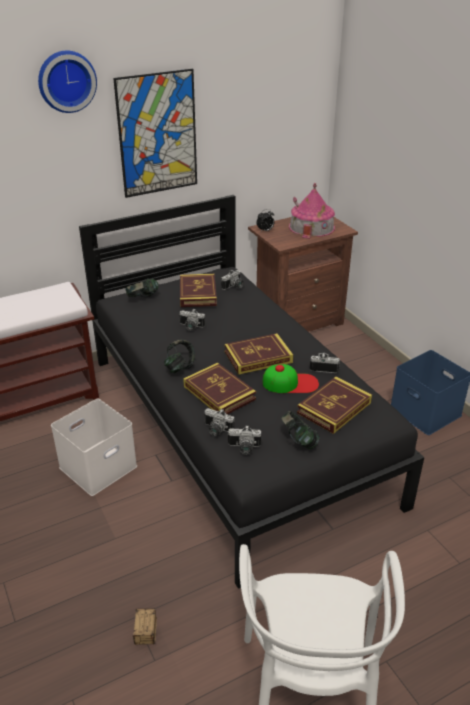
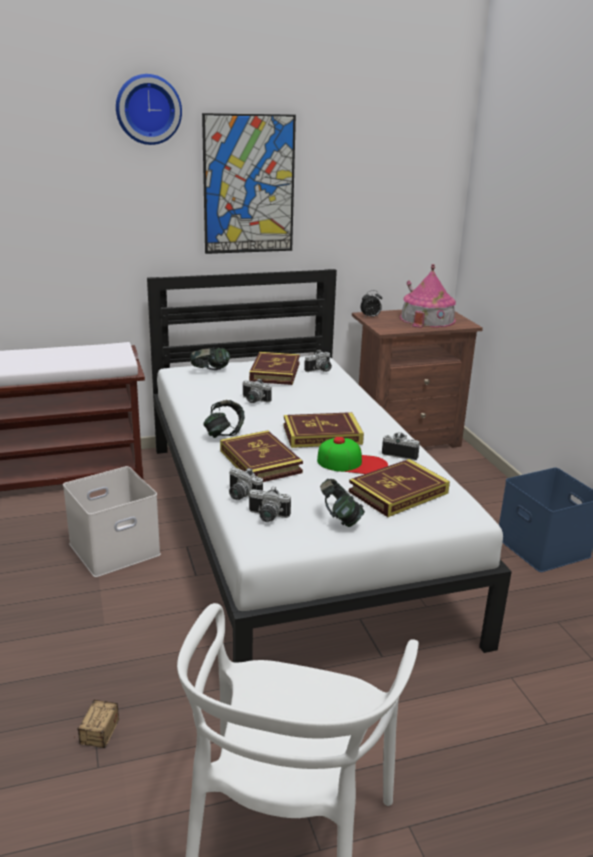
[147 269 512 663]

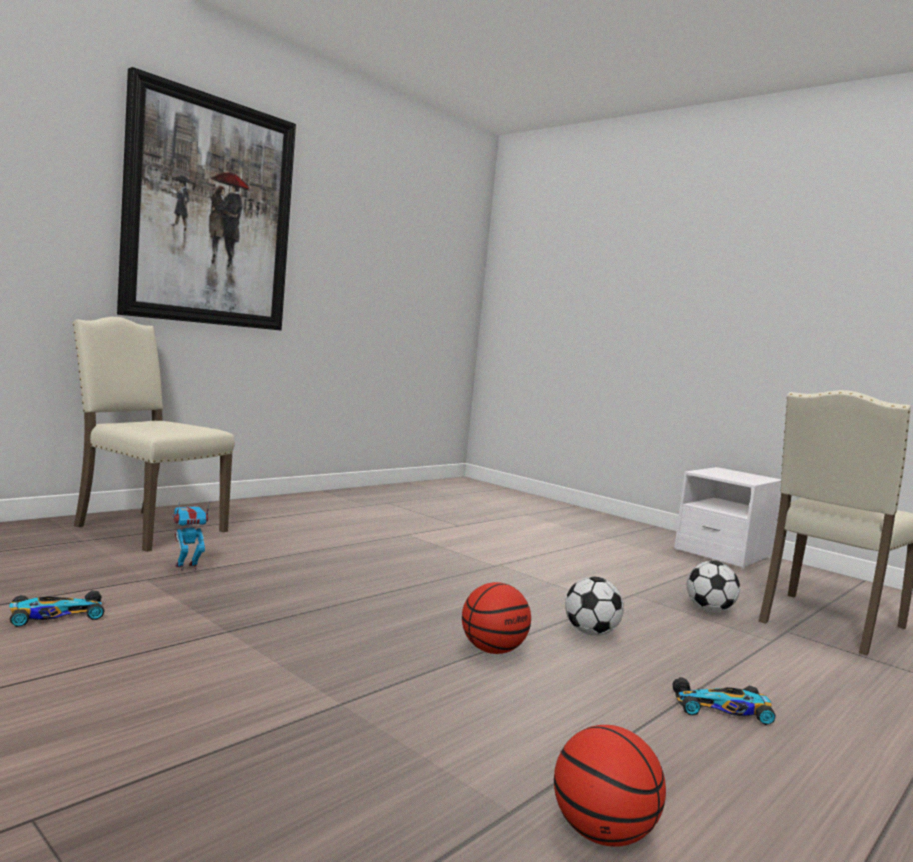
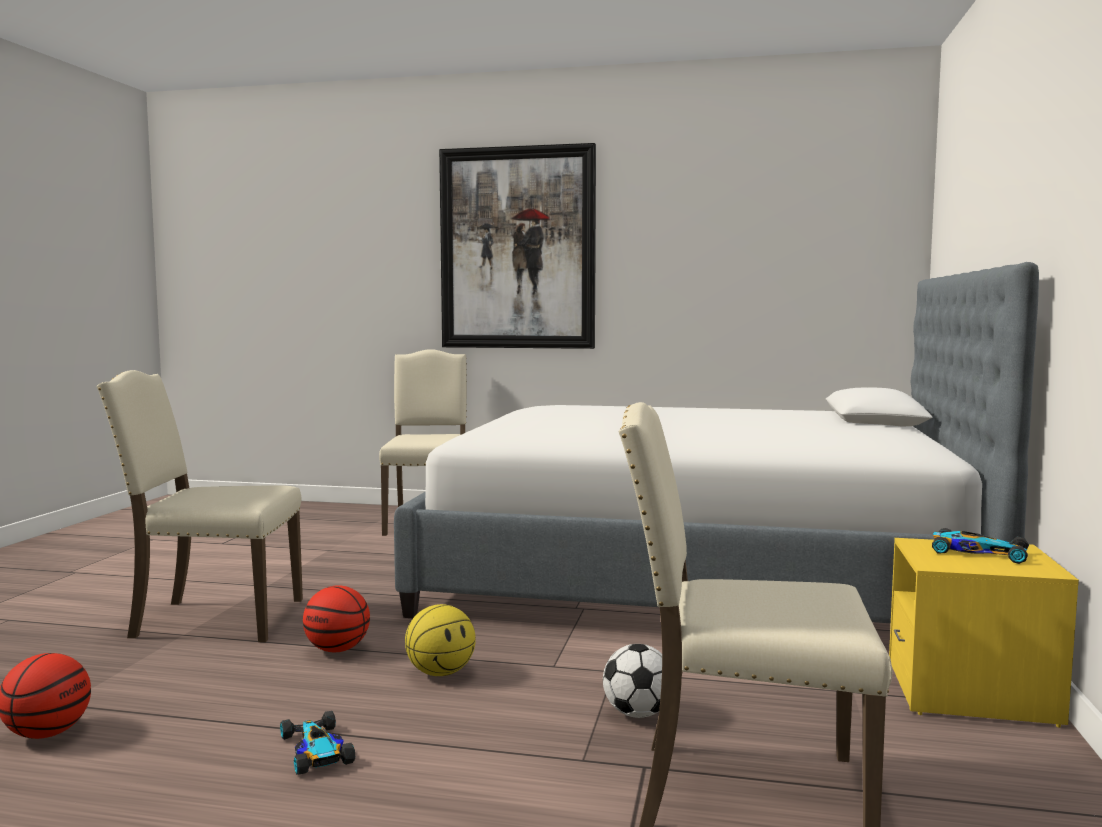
[889 538 1079 728]
[172 501 210 571] (first image)
[405 604 476 676]
[932 528 1029 564]
[394 262 1039 623]
[96 370 303 642]

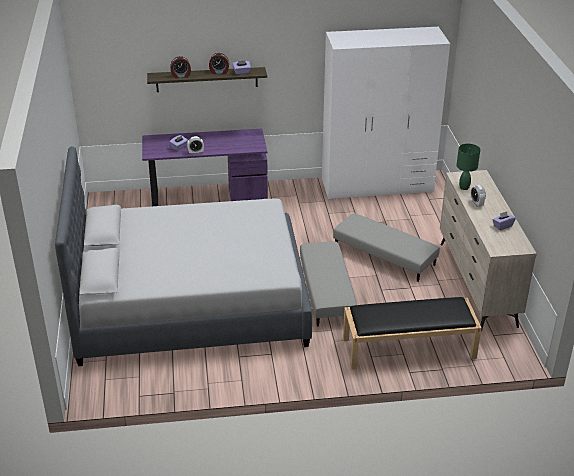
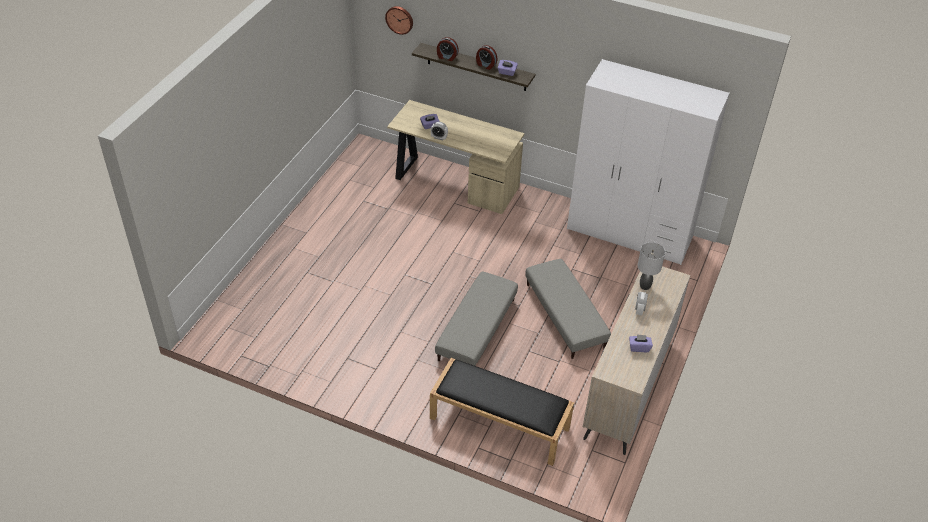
[387 100 525 214]
[637 242 665 290]
[55 146 312 366] (first image)
[385 6 413 35]

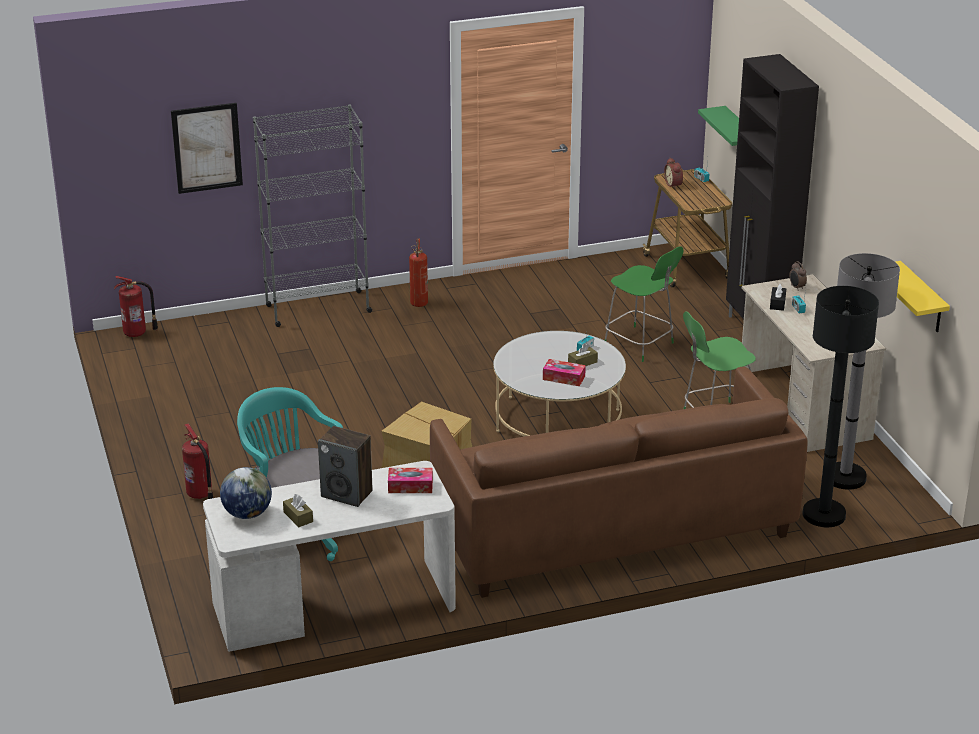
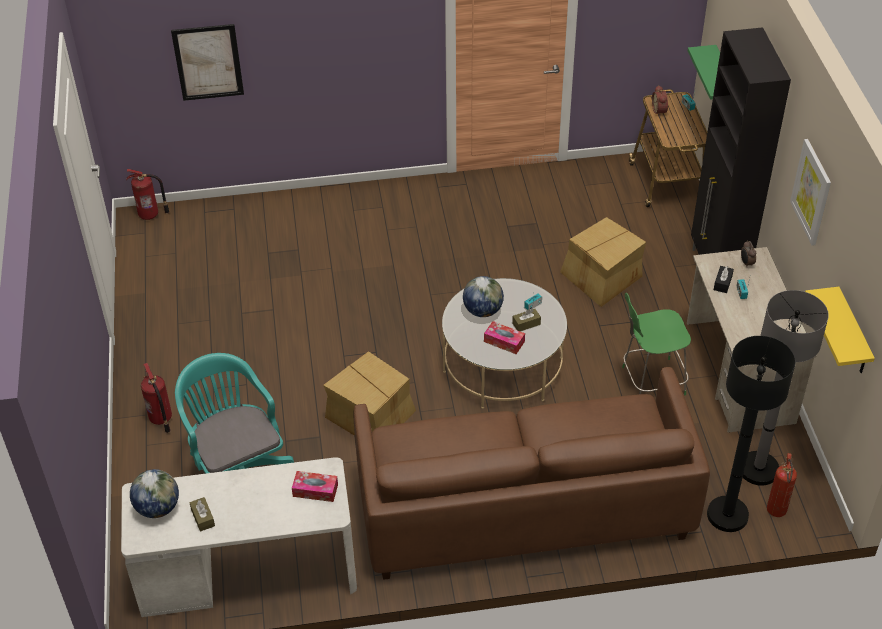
[253 104 372 327] (first image)
[767 453 797 517]
[560 217 646 307]
[318 426 373 507] (first image)
[790 139 831 246]
[463 276 504 317]

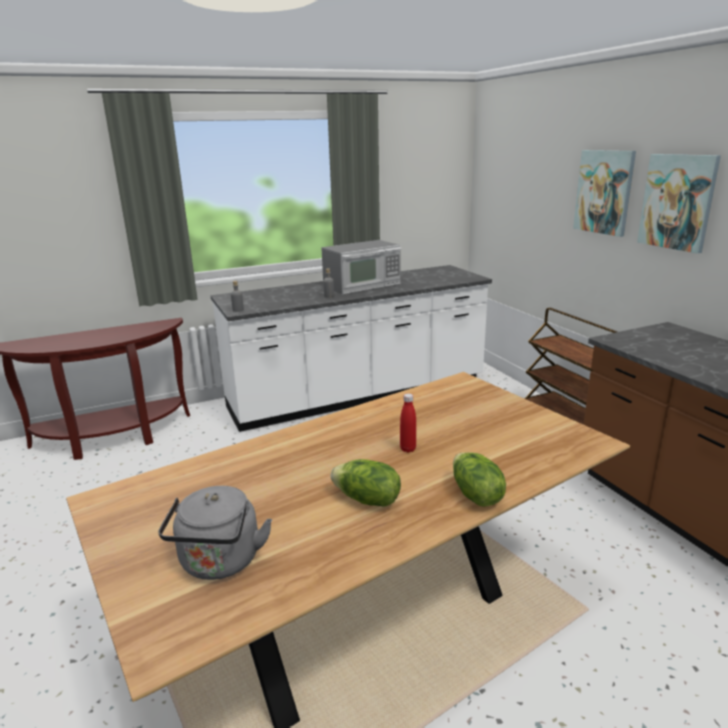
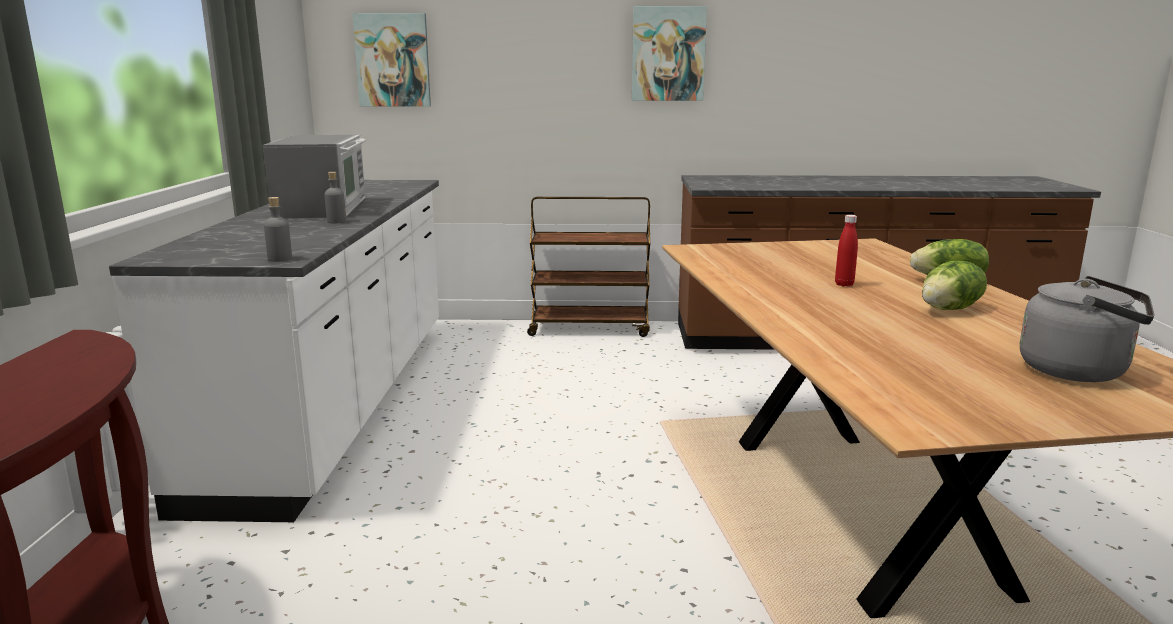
[352 13 431 107]

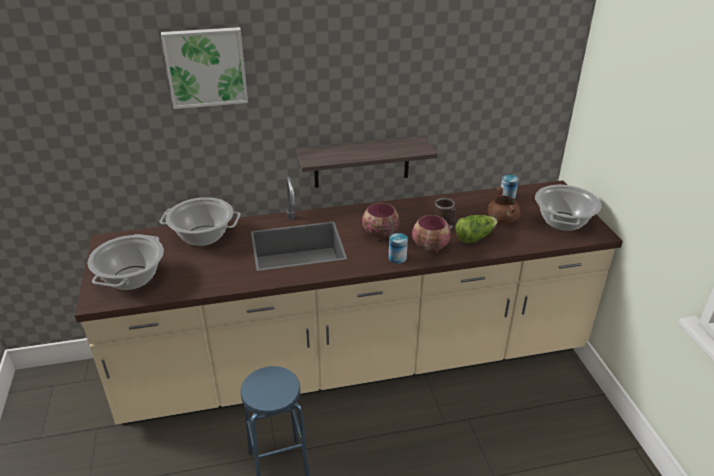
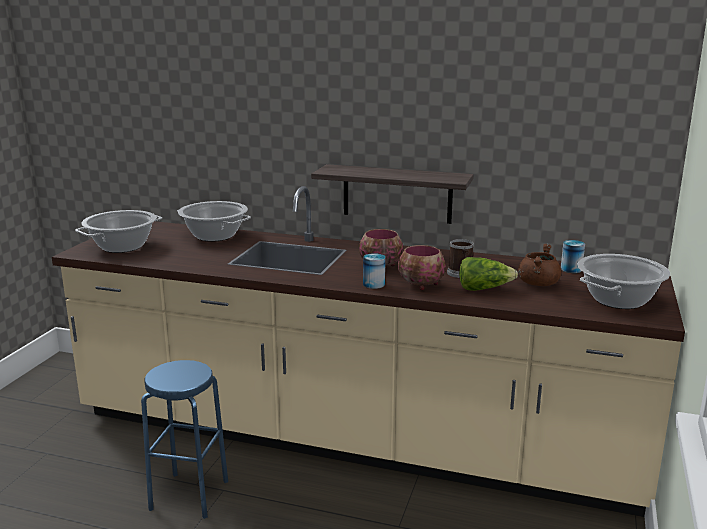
[161 27 248 109] (first image)

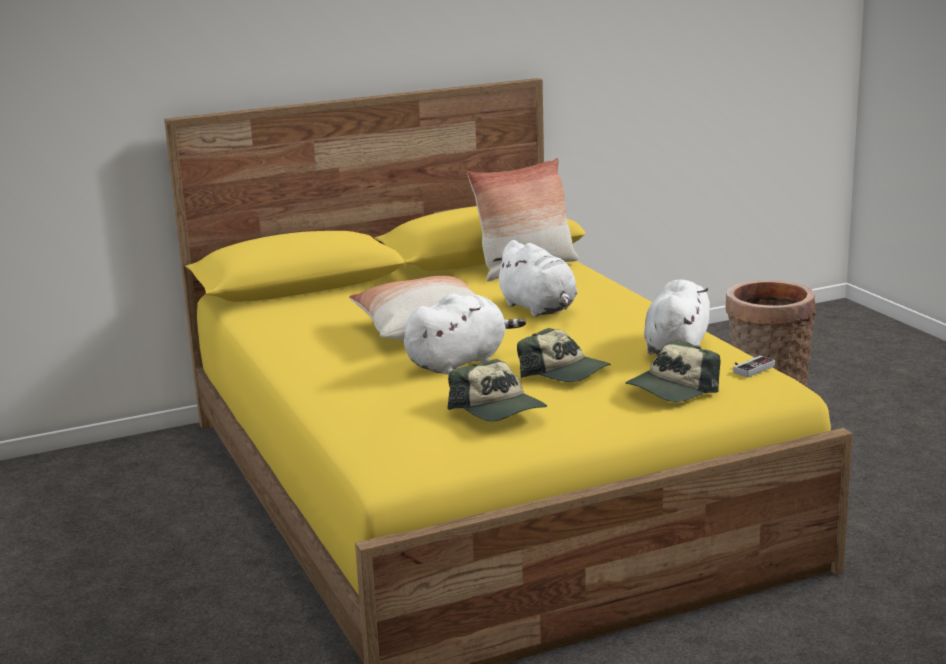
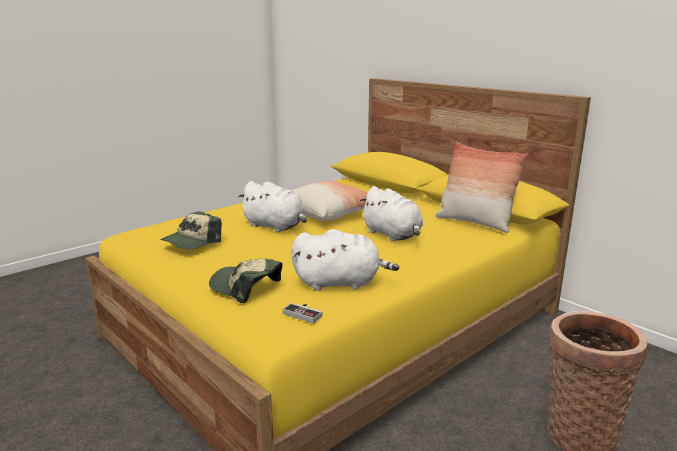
[360 186 423 242]
[517 328 611 382] (first image)

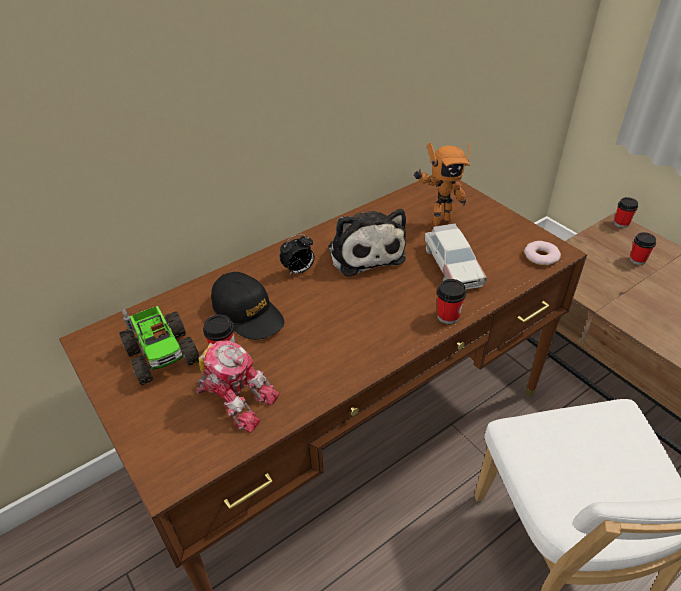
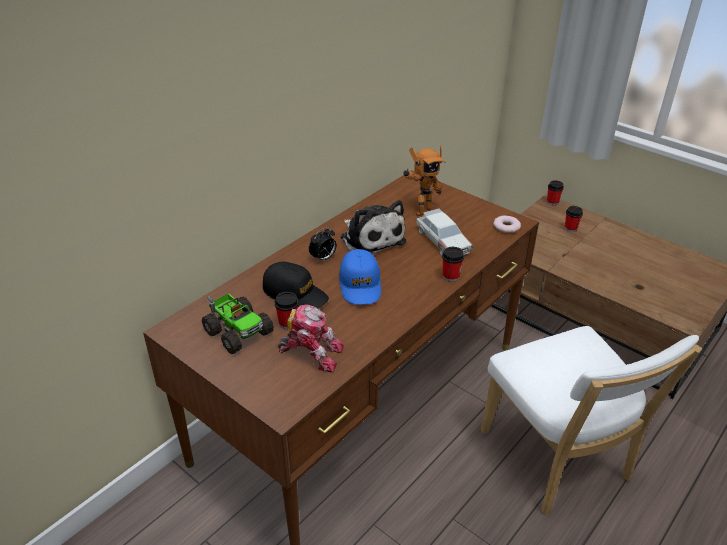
[339 249 381 305]

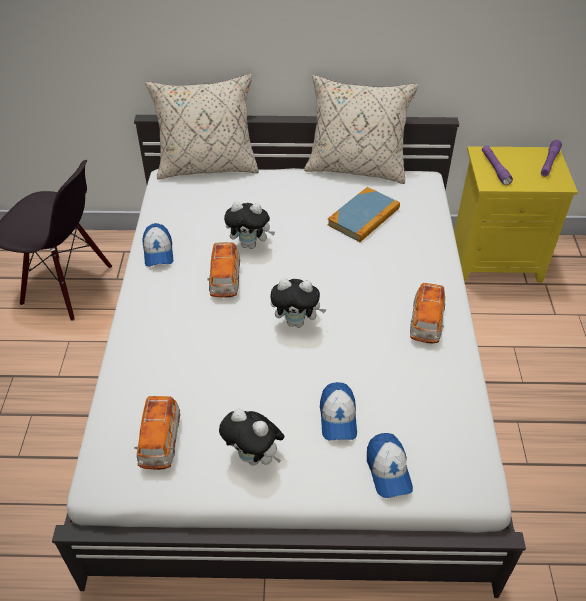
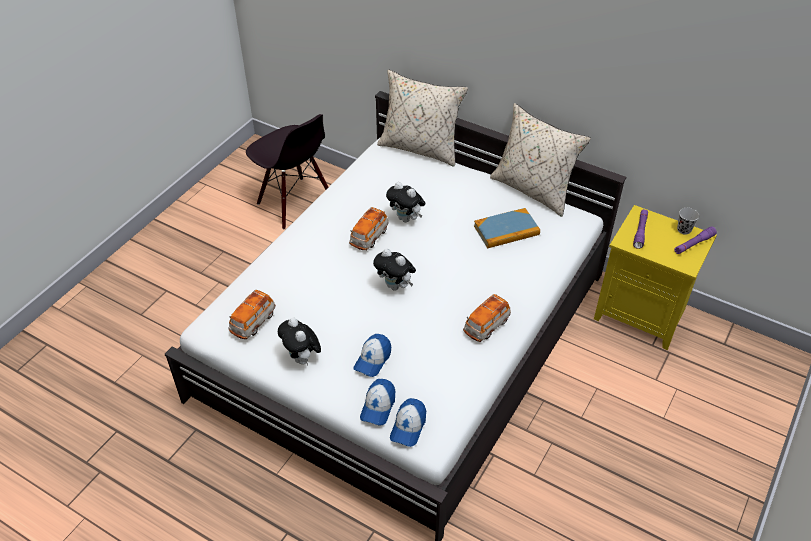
[390 398 426 447]
[677 208 699 235]

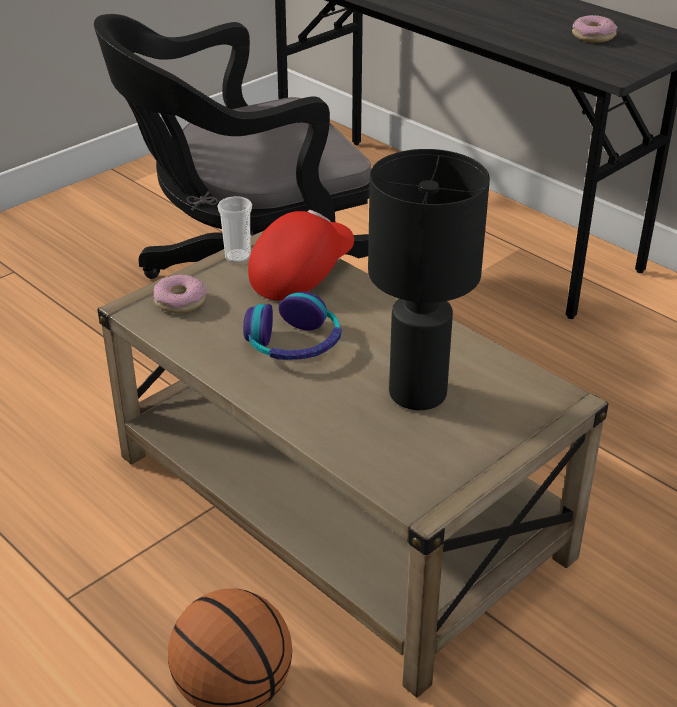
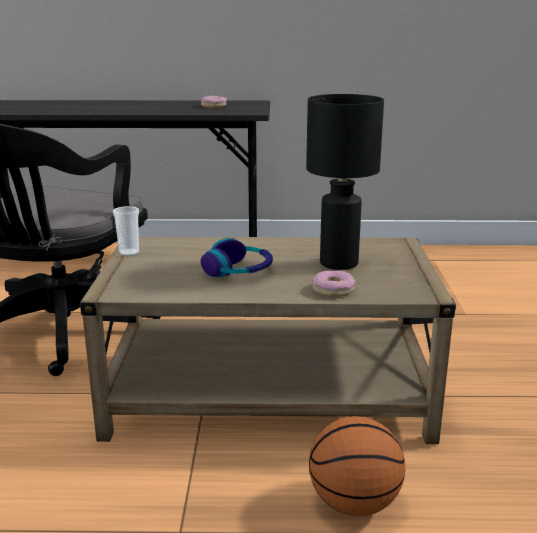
[248 210 354 301] (first image)
[312 270 355 297]

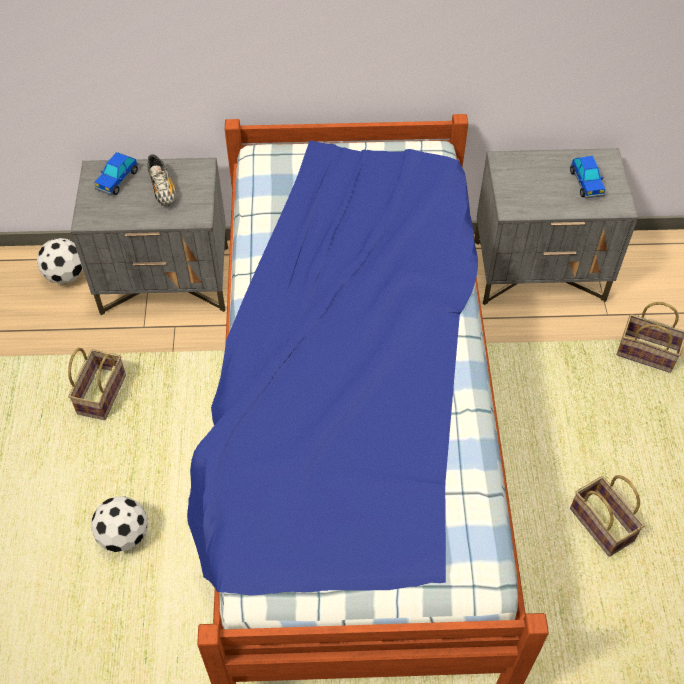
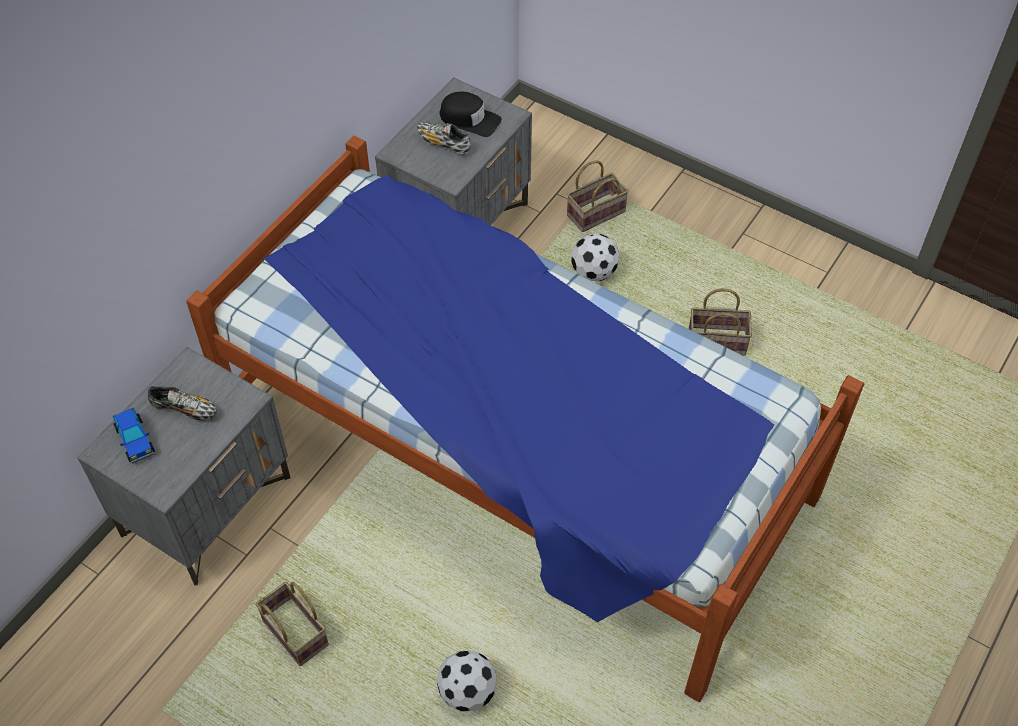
[439 92 502 137]
[571 234 619 281]
[416 122 471 155]

